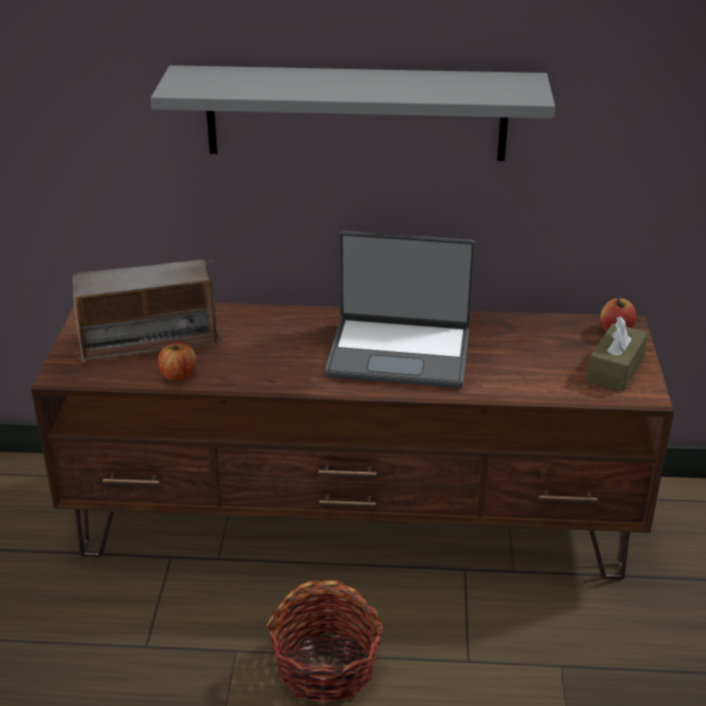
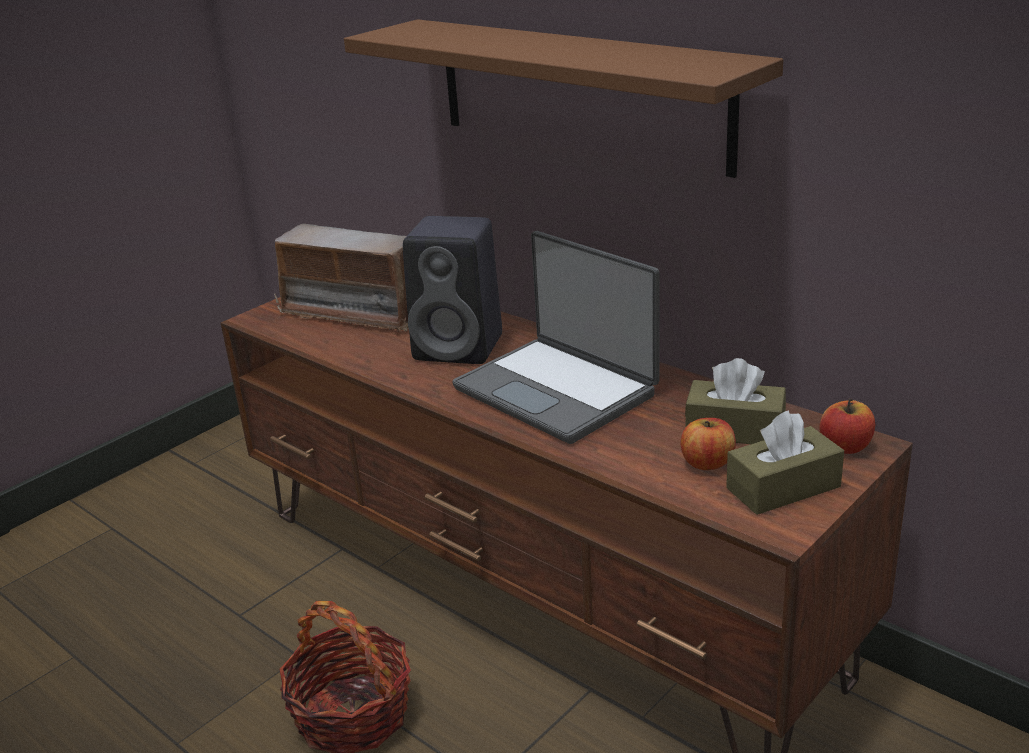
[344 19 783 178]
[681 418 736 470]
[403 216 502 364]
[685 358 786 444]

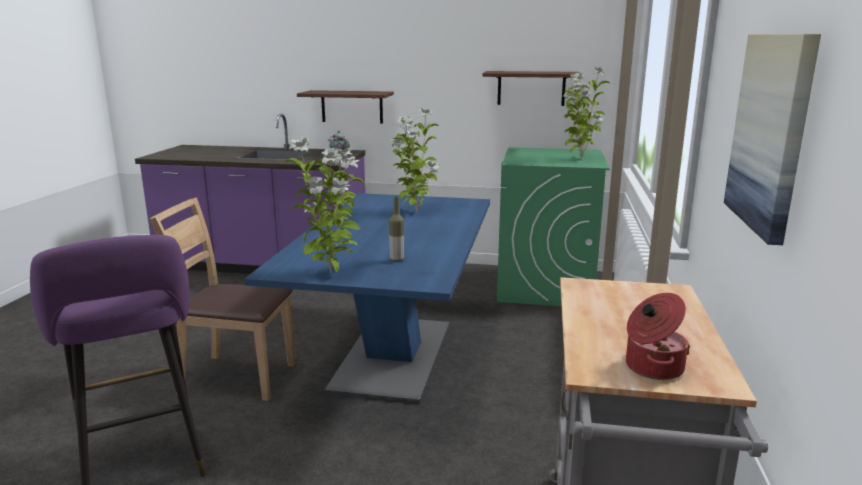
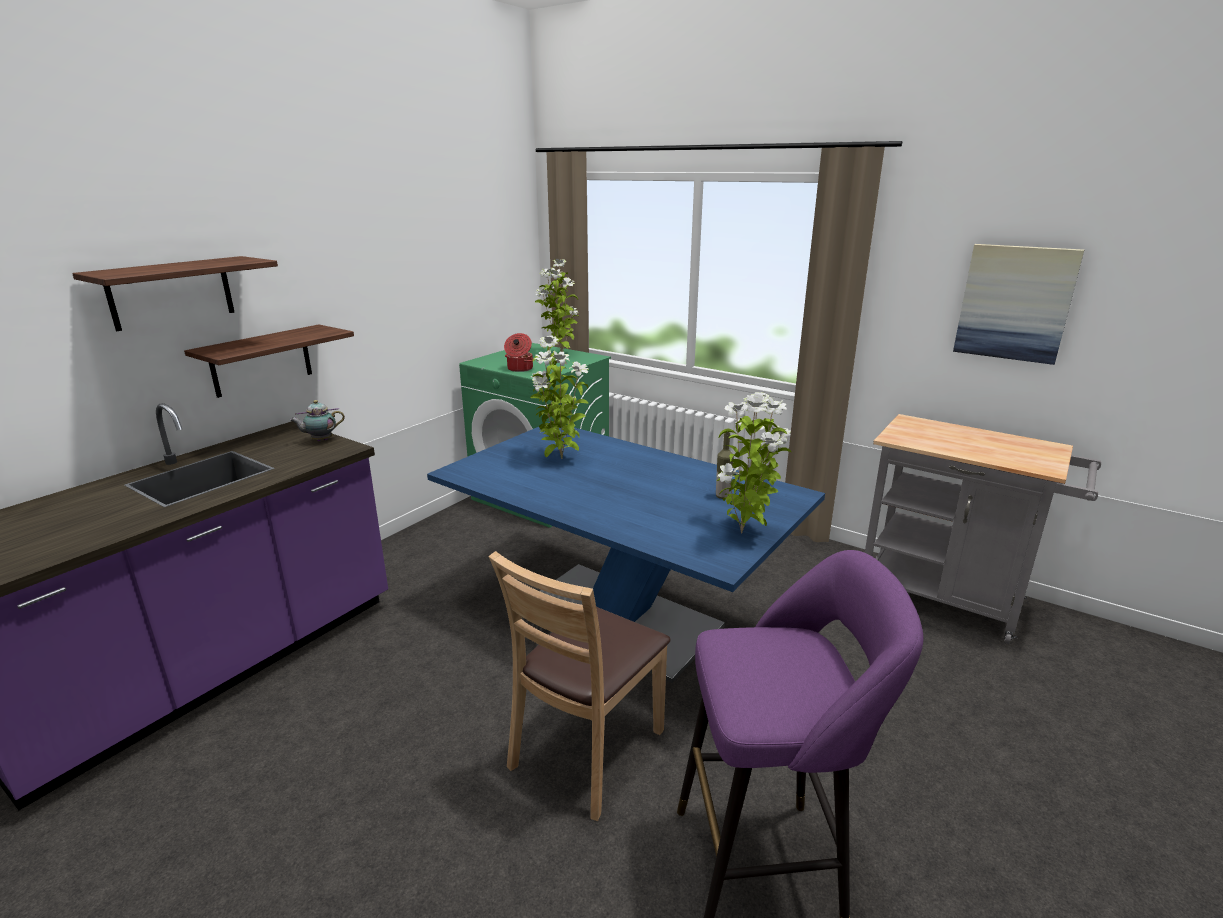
[72 256 278 331]
[504 333 533 372]

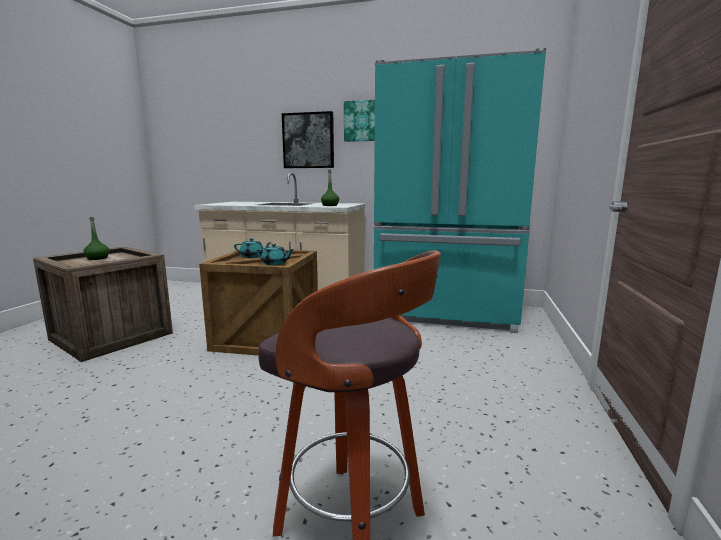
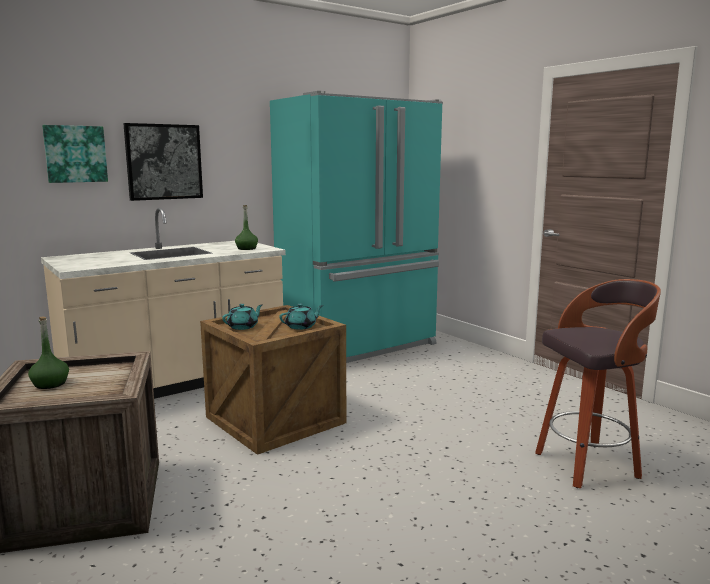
[42 125 108 183]

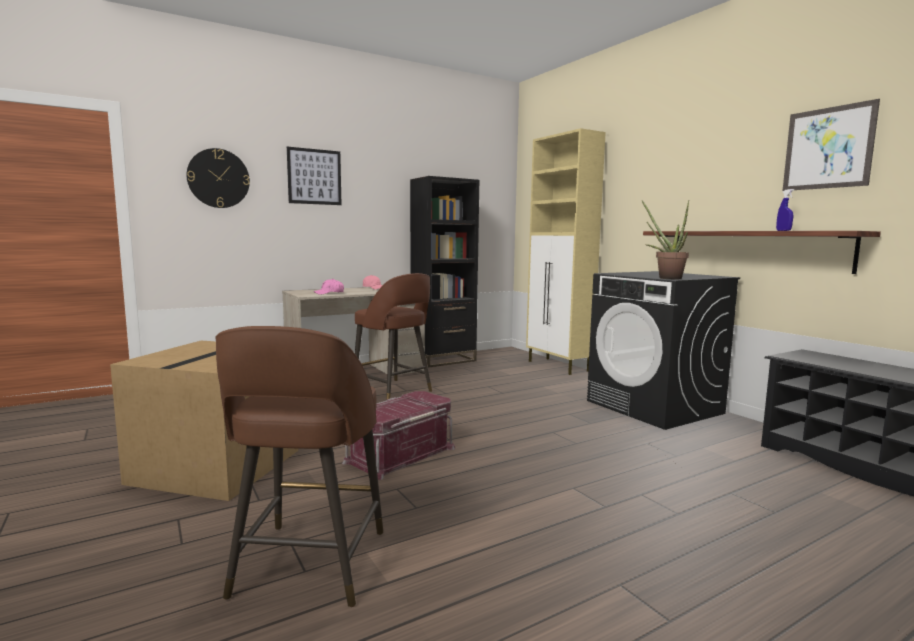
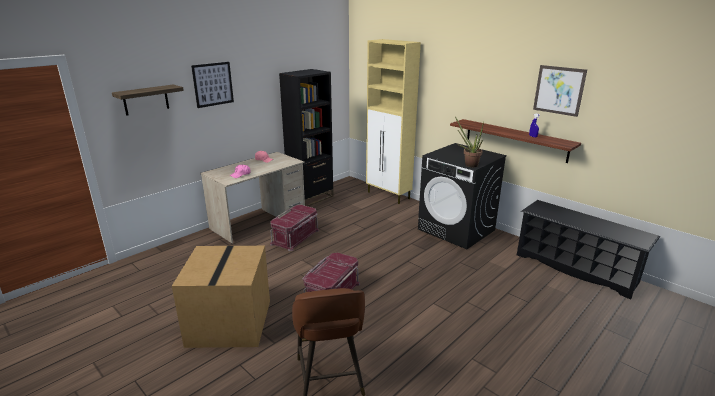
[112 84 184 116]
[270 205 319 251]

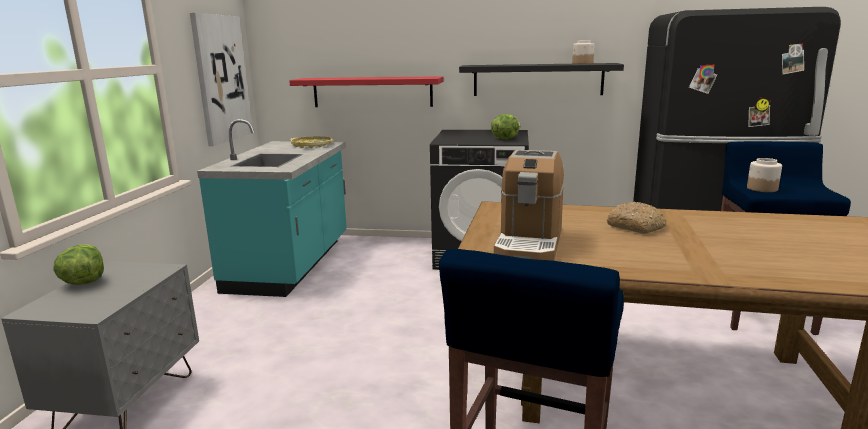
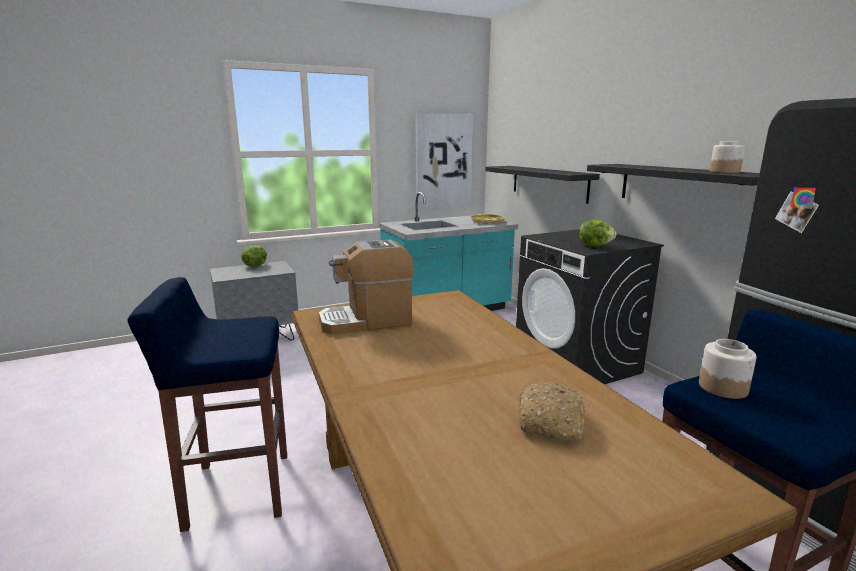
[485 166 600 204]
[518 383 585 441]

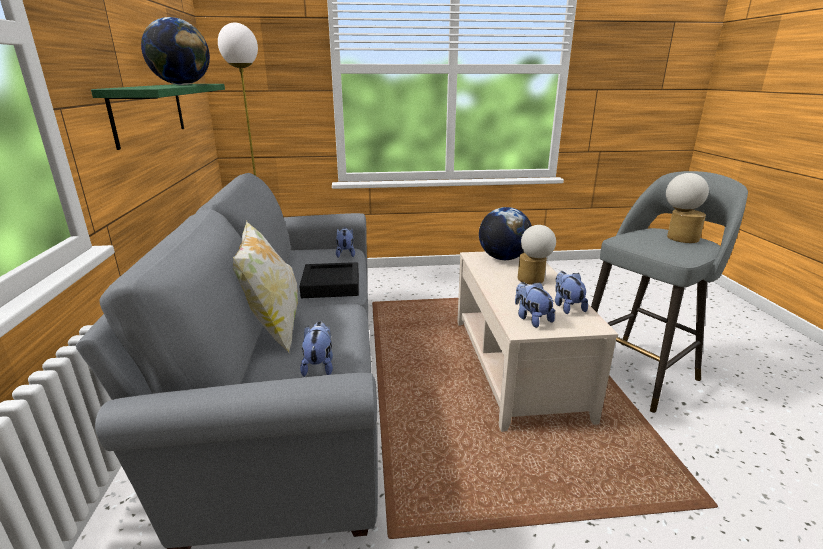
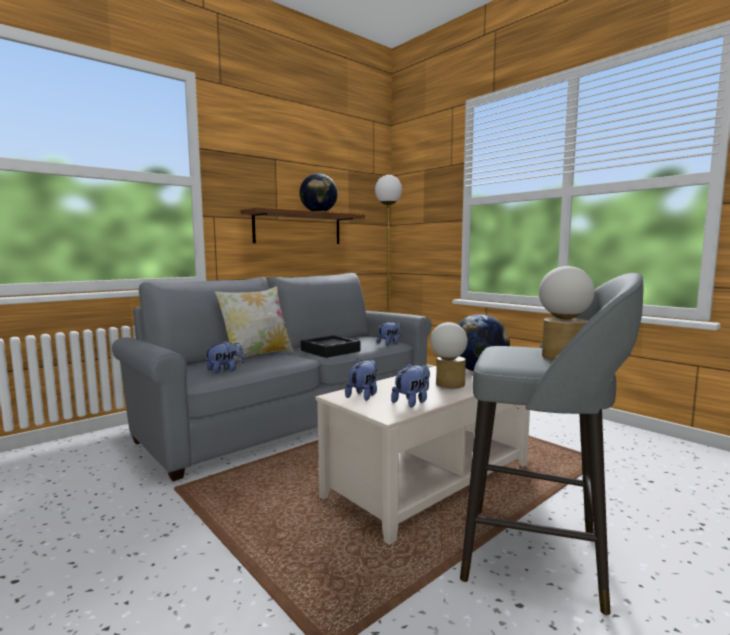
[240 207 365 244]

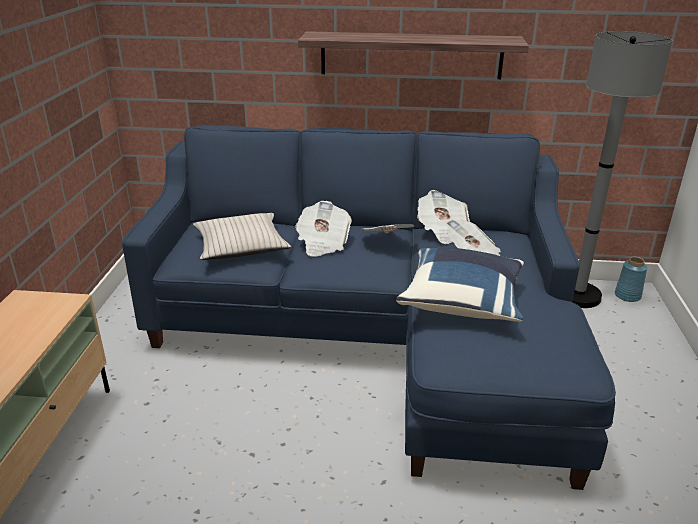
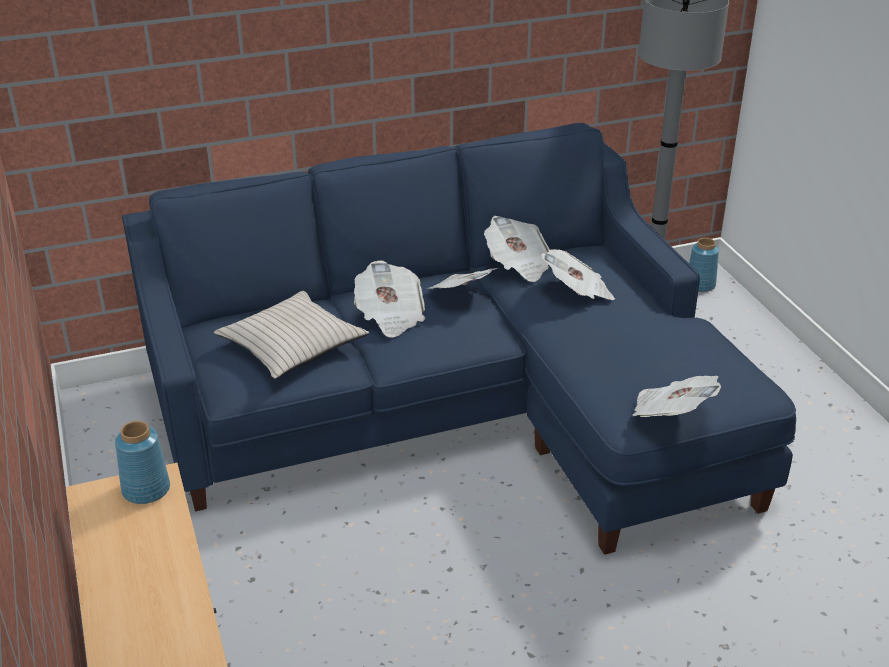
[298 31 529 79] (first image)
[396 247 524 322] (first image)
[632 376 721 417]
[115 421 170 504]

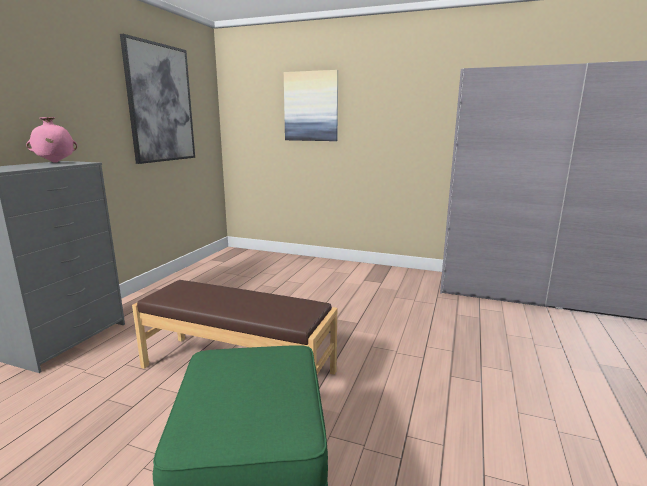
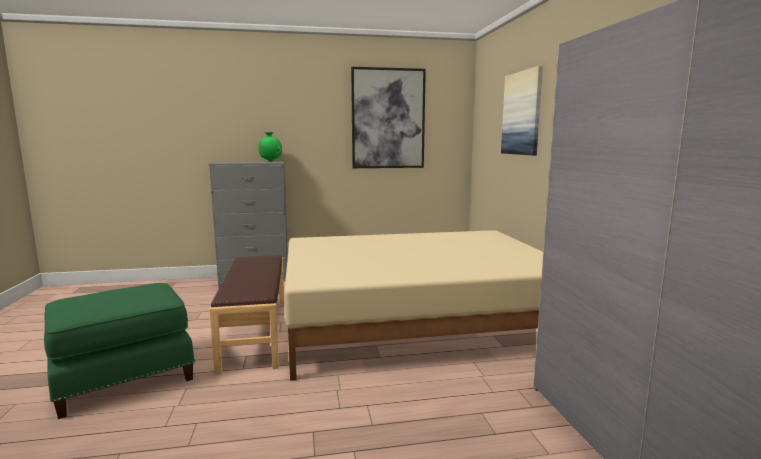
[258 132 282 162]
[284 230 543 381]

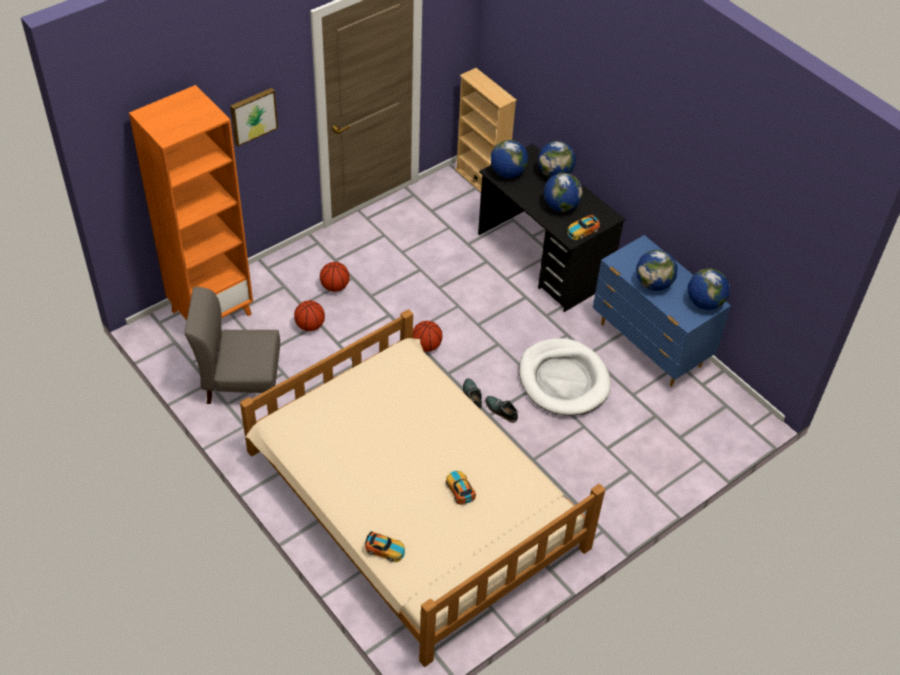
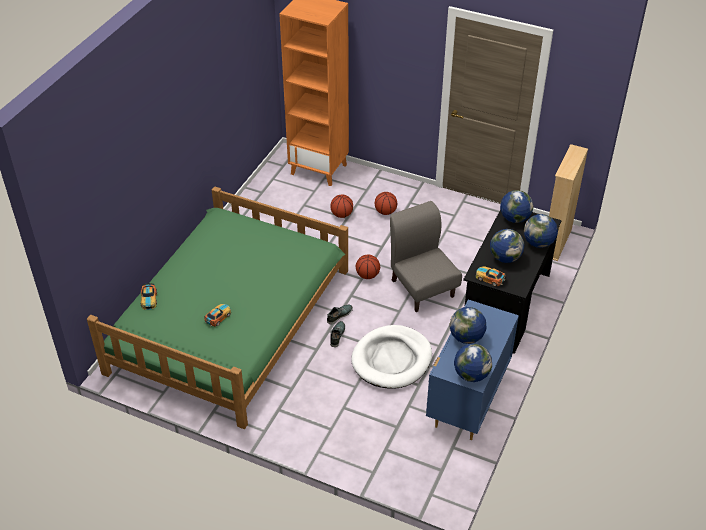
[230 88 278 146] (first image)
[390 201 462 312]
[87 186 348 429]

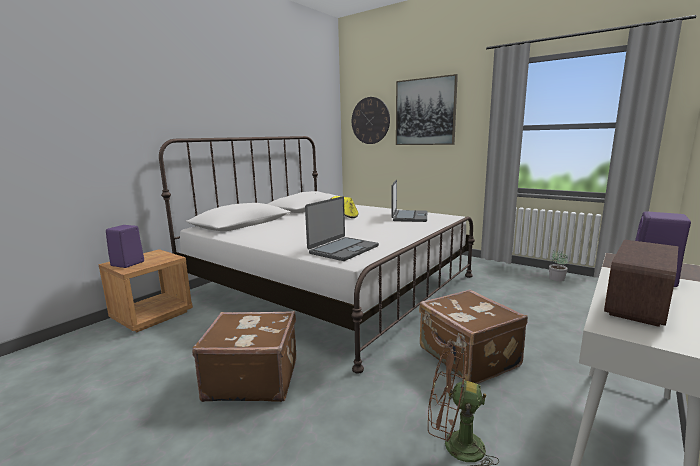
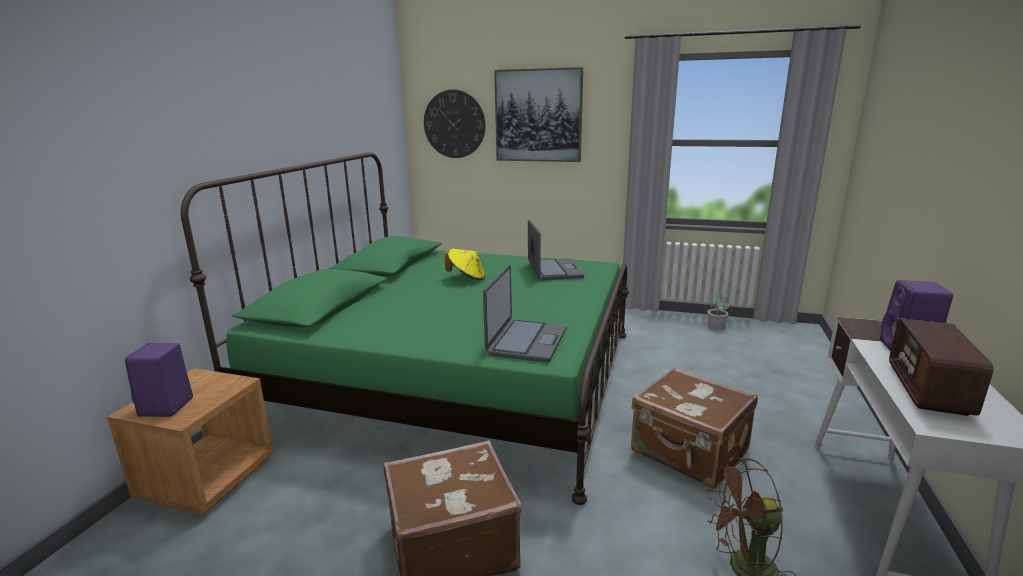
[181 152 629 505]

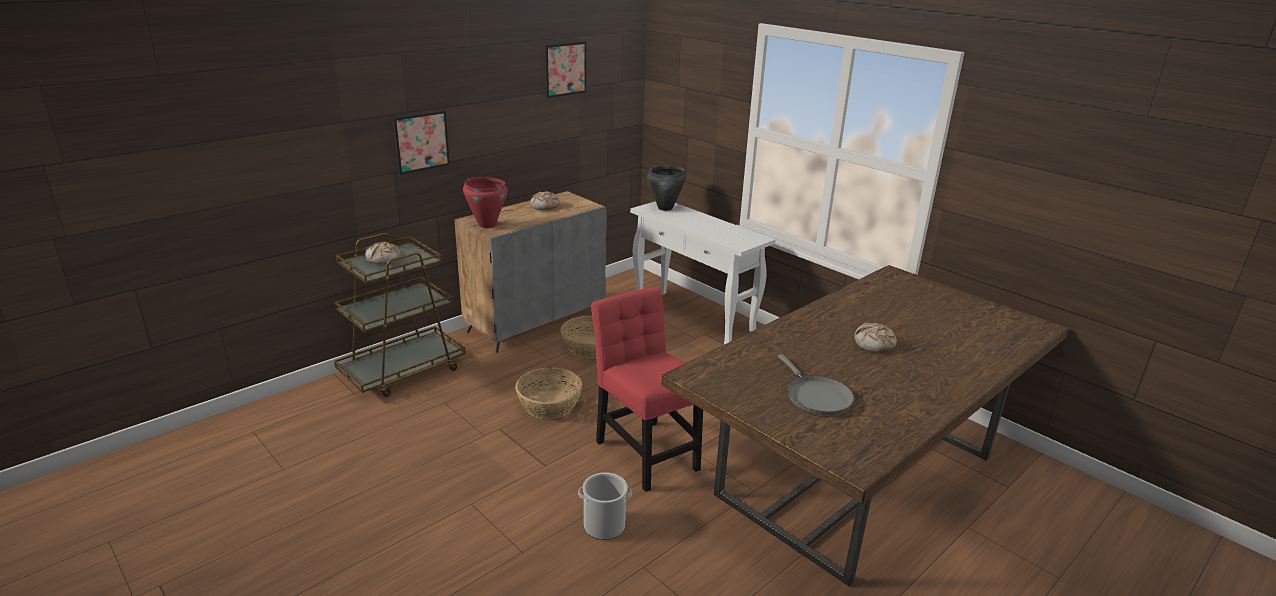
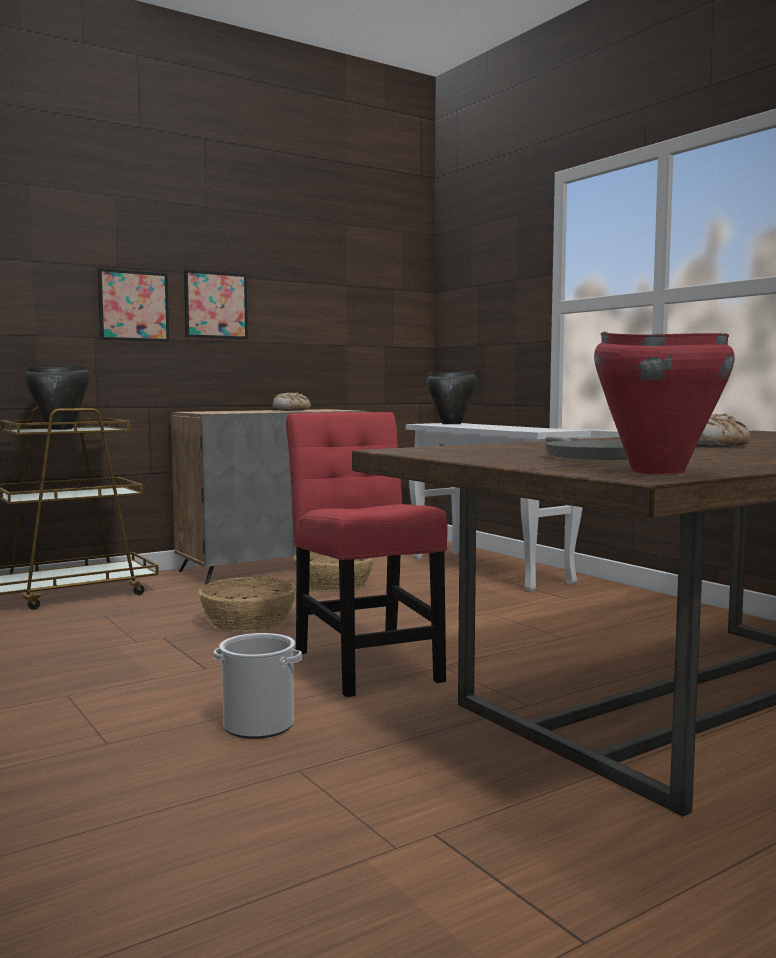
[184 270 248 339]
[594 332 735 475]
[25 365 90 430]

